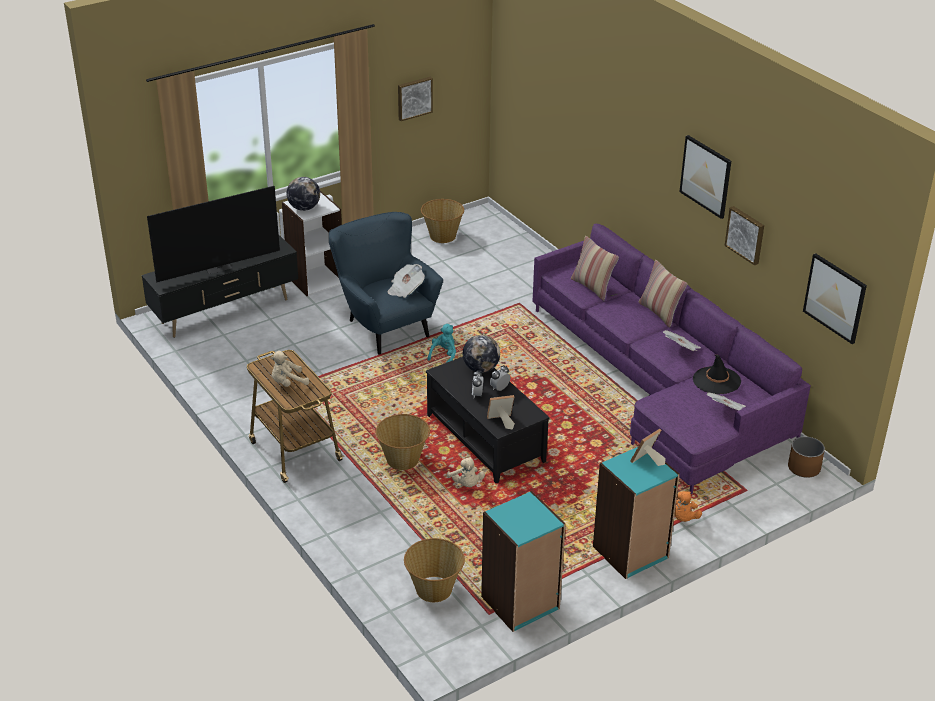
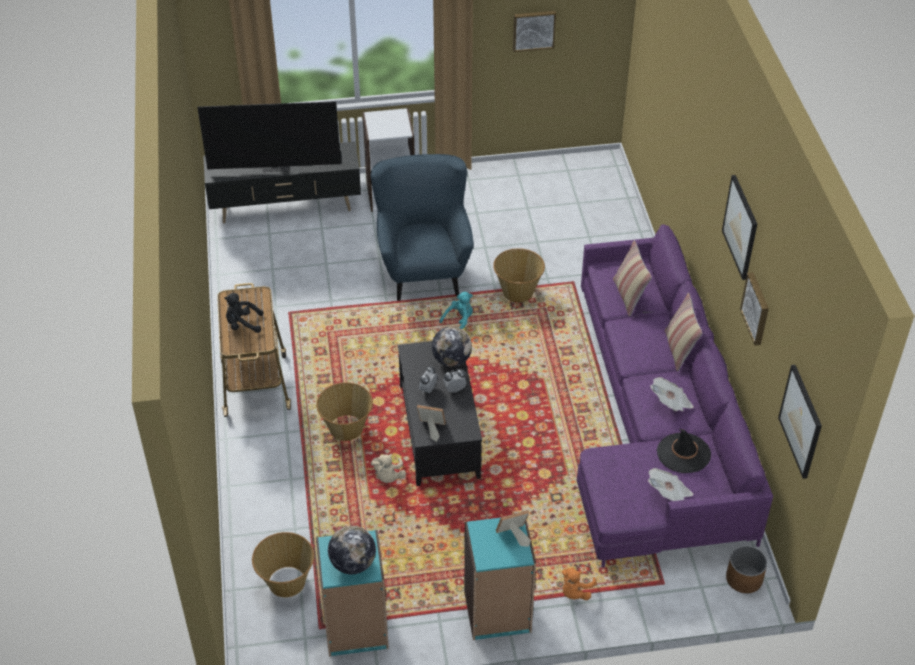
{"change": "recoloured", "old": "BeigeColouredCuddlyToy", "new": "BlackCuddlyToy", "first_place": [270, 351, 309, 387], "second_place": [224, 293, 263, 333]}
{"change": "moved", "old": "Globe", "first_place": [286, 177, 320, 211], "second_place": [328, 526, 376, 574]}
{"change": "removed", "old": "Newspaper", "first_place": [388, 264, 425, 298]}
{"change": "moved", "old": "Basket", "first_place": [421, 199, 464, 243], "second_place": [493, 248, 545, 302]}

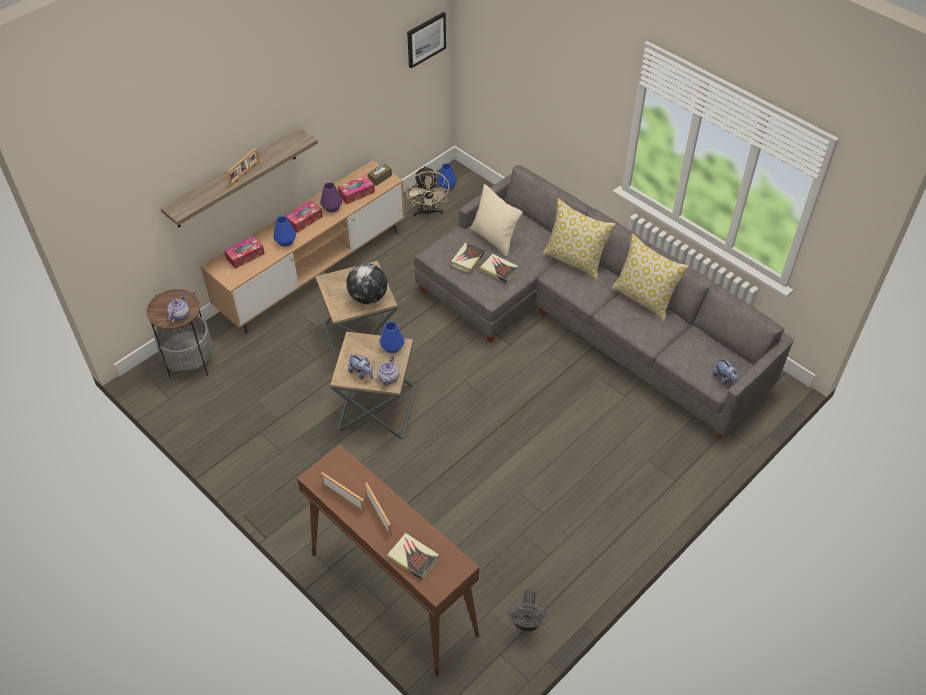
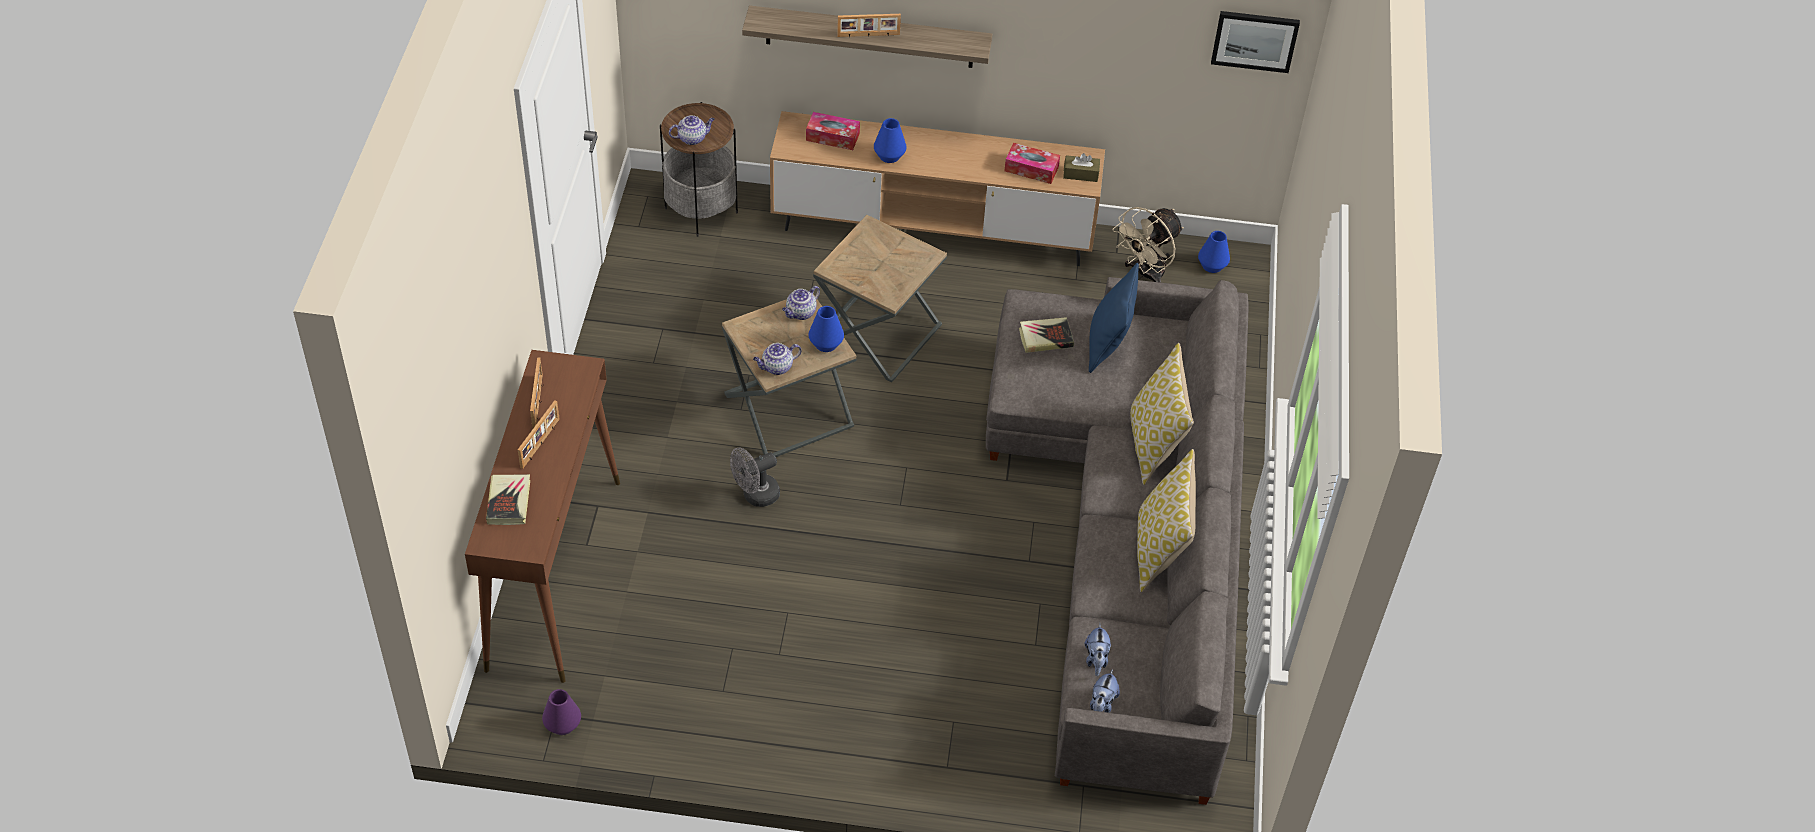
{"change": "removed", "old": "BoxOfTissues", "first_place": [285, 200, 323, 233]}
{"change": "moved", "old": "PurpleDecorativeVase", "first_place": [320, 182, 342, 212], "second_place": [542, 689, 581, 735]}
{"change": "removed", "old": "Globe", "first_place": [346, 263, 387, 304]}
{"change": "moved", "old": "CuddlyToy", "first_place": [348, 354, 373, 380], "second_place": [1084, 623, 1111, 676]}
{"change": "recoloured", "old": "BeigeColouredThrowPillow", "new": "BlueColouredThrowPillow", "first_place": [471, 184, 523, 257], "second_place": [1089, 263, 1139, 373]}
{"change": "removed", "old": "BoundBook", "first_place": [480, 254, 519, 283]}
{"change": "moved", "old": "GrayCoolingFan", "first_place": [509, 589, 547, 631], "second_place": [730, 447, 780, 507]}
{"change": "added", "new": "PotForTea", "second_place": [782, 286, 820, 320]}

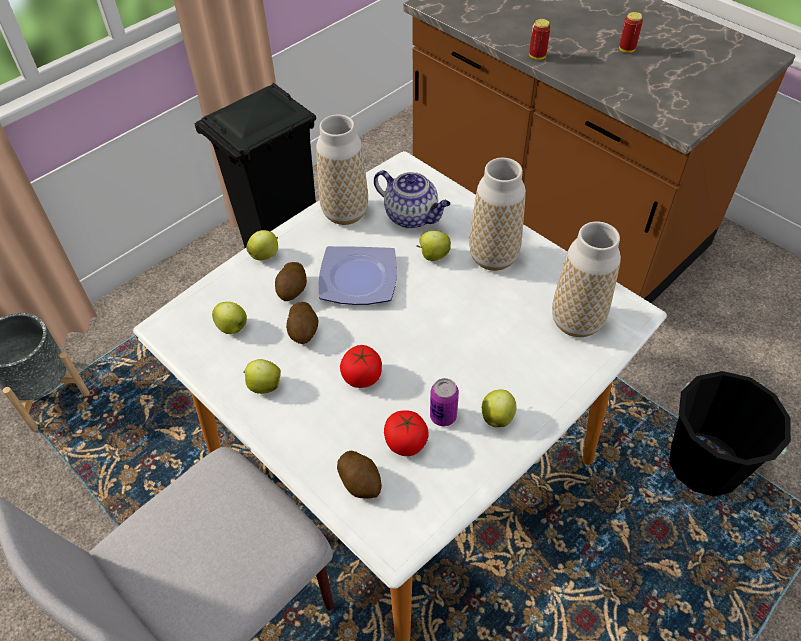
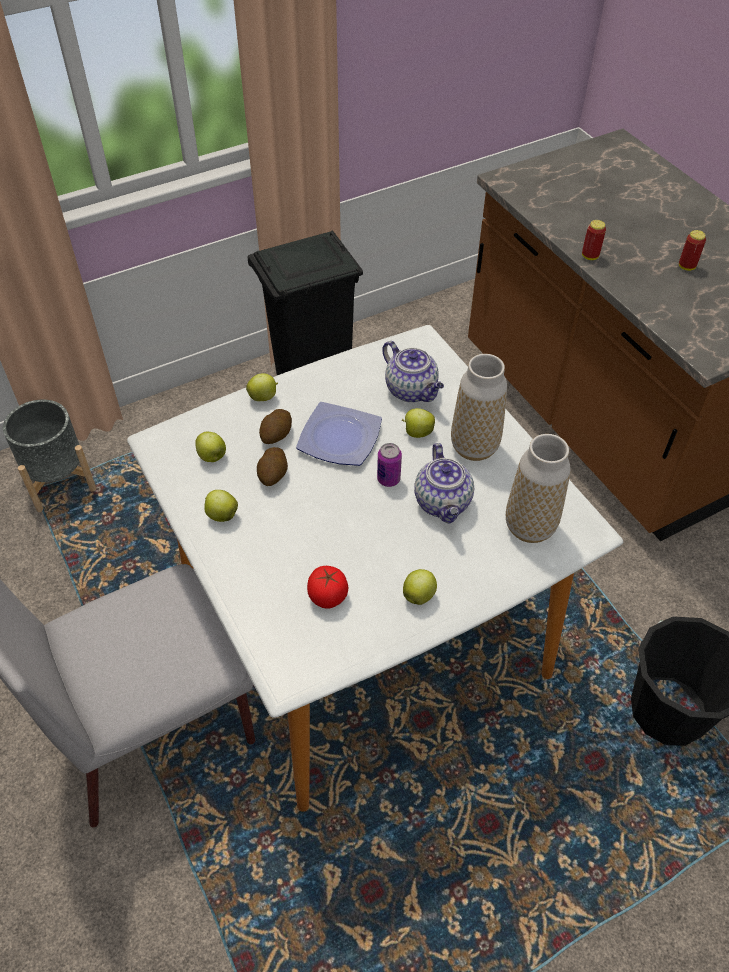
{"change": "removed", "old": "DecorativeVase", "first_place": [316, 114, 368, 225]}
{"change": "removed", "old": "Spud", "first_place": [337, 451, 382, 499]}
{"change": "removed", "old": "WholeTomato", "first_place": [340, 345, 382, 388]}
{"change": "moved", "old": "Can", "first_place": [430, 378, 459, 426], "second_place": [377, 443, 402, 487]}
{"change": "added", "new": "PotForTea", "second_place": [414, 443, 474, 523]}

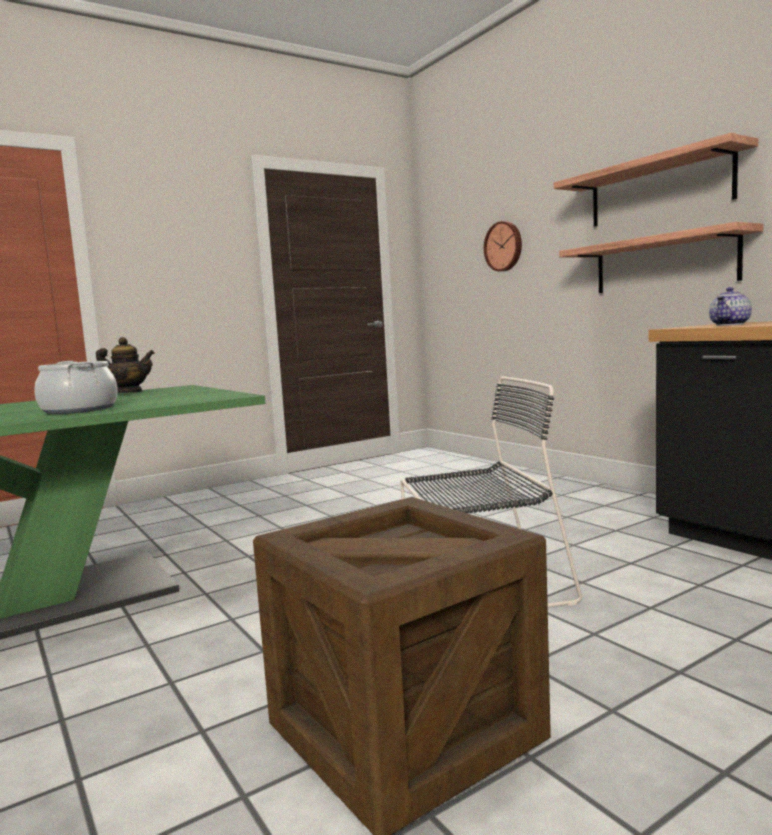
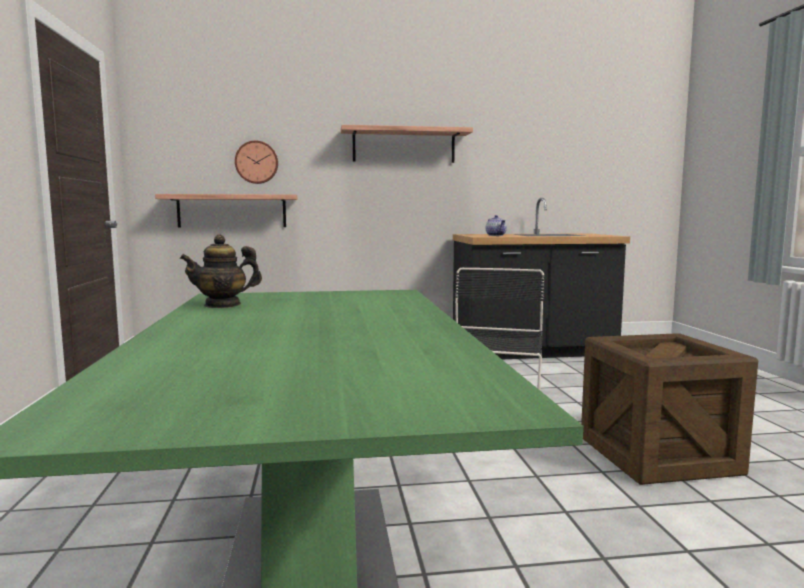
{"change": "removed", "old": "CookingPot", "first_place": [34, 361, 118, 414]}
{"change": "turned", "old": "PotForTea", "first_place": [96, 337, 155, 393], "second_place": [180, 234, 262, 308], "degrees": -135}
{"change": "moved", "old": "Shelf", "first_place": [559, 222, 763, 293], "second_place": [155, 194, 297, 228]}

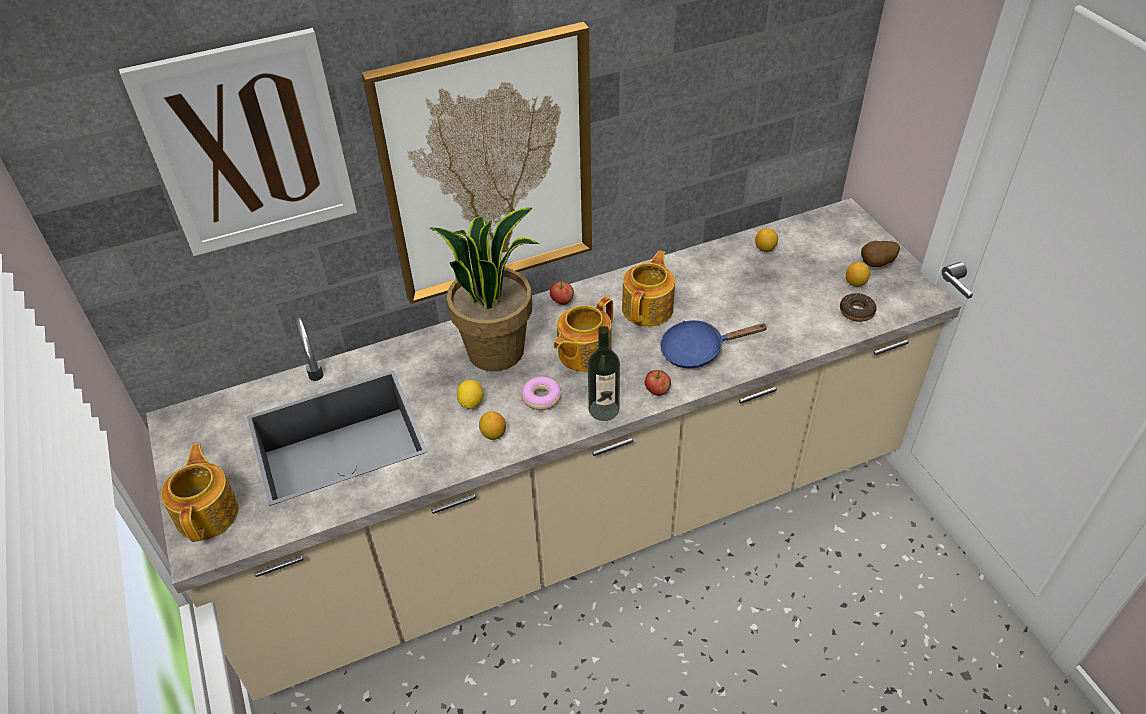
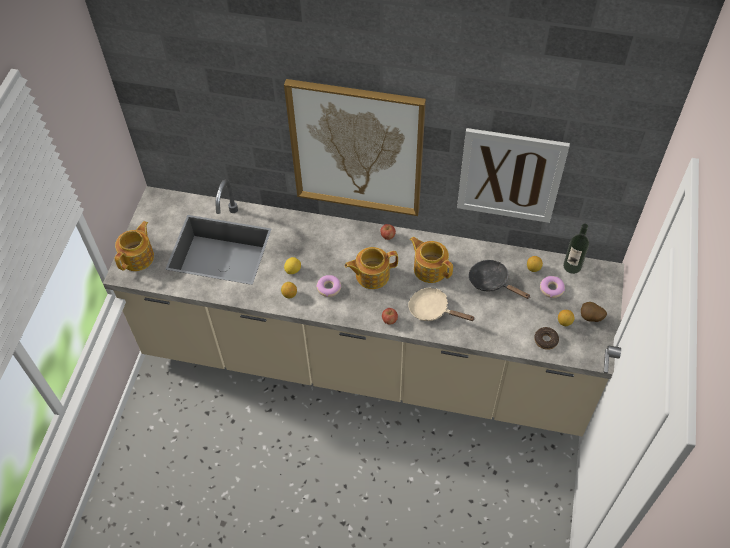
{"change": "moved", "old": "WallArt", "first_place": [119, 28, 357, 256], "second_place": [457, 128, 570, 223]}
{"change": "removed", "old": "PlantInAPot", "first_place": [429, 208, 539, 371]}
{"change": "moved", "old": "BeverageBottle", "first_place": [588, 326, 620, 421], "second_place": [563, 224, 589, 274]}
{"change": "turned", "old": "PotForTea", "first_place": [622, 250, 675, 327], "second_place": [410, 237, 453, 283], "degrees": -105}
{"change": "recoloured", "old": "BlueColouredFryingPan", "new": "BeigeColouredFryingPan", "first_place": [660, 320, 767, 368], "second_place": [408, 288, 474, 321]}
{"change": "added", "new": "BlackFryingPan", "second_place": [469, 260, 530, 299]}
{"change": "added", "new": "Doughnut", "second_place": [540, 276, 565, 298]}

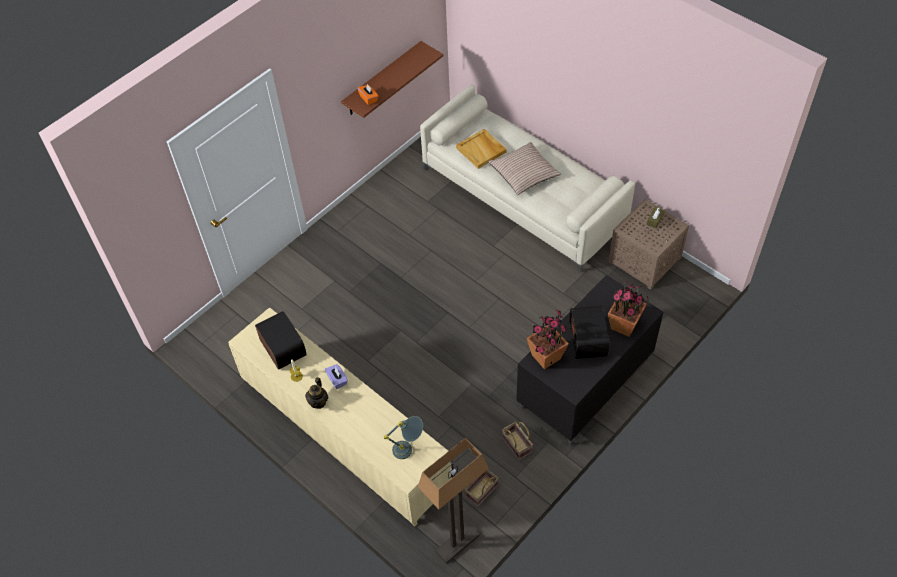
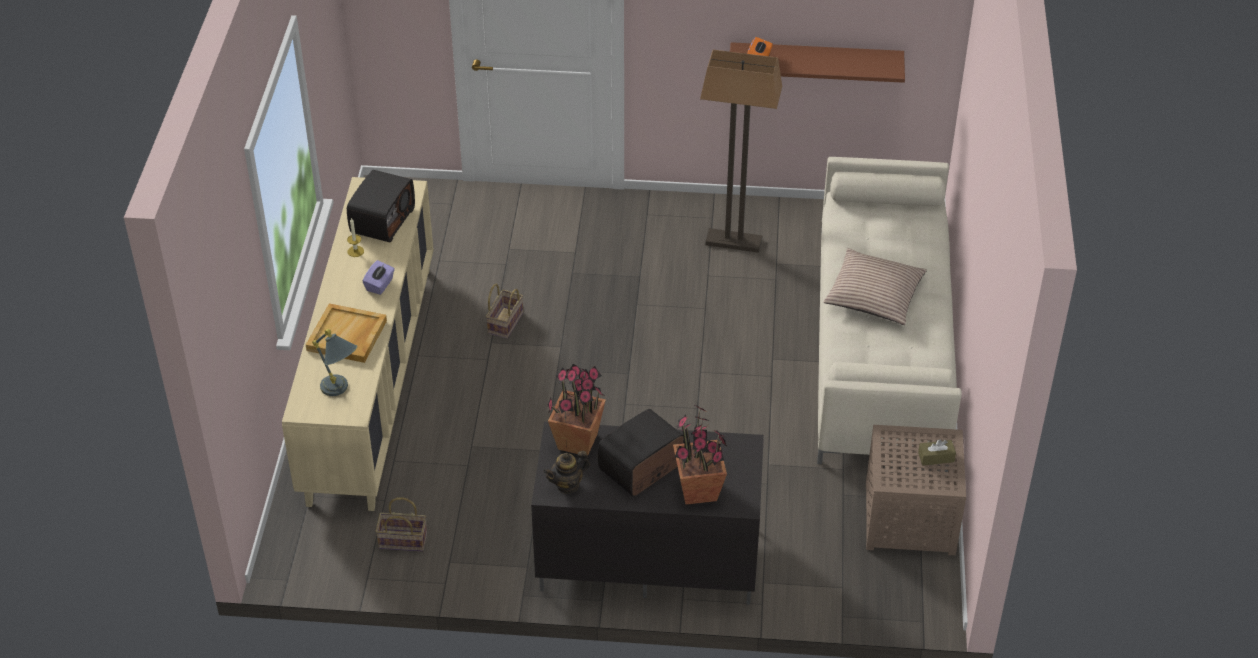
{"change": "moved", "old": "PotForTea", "first_place": [305, 377, 328, 409], "second_place": [543, 451, 590, 494]}
{"change": "moved", "old": "FloorLamp", "first_place": [418, 438, 489, 564], "second_place": [700, 50, 782, 253]}
{"change": "moved", "old": "BeigeColouredCarryingTray", "first_place": [456, 129, 506, 169], "second_place": [306, 303, 387, 363]}
{"change": "moved", "old": "Basket", "first_place": [502, 422, 533, 460], "second_place": [486, 284, 523, 339]}

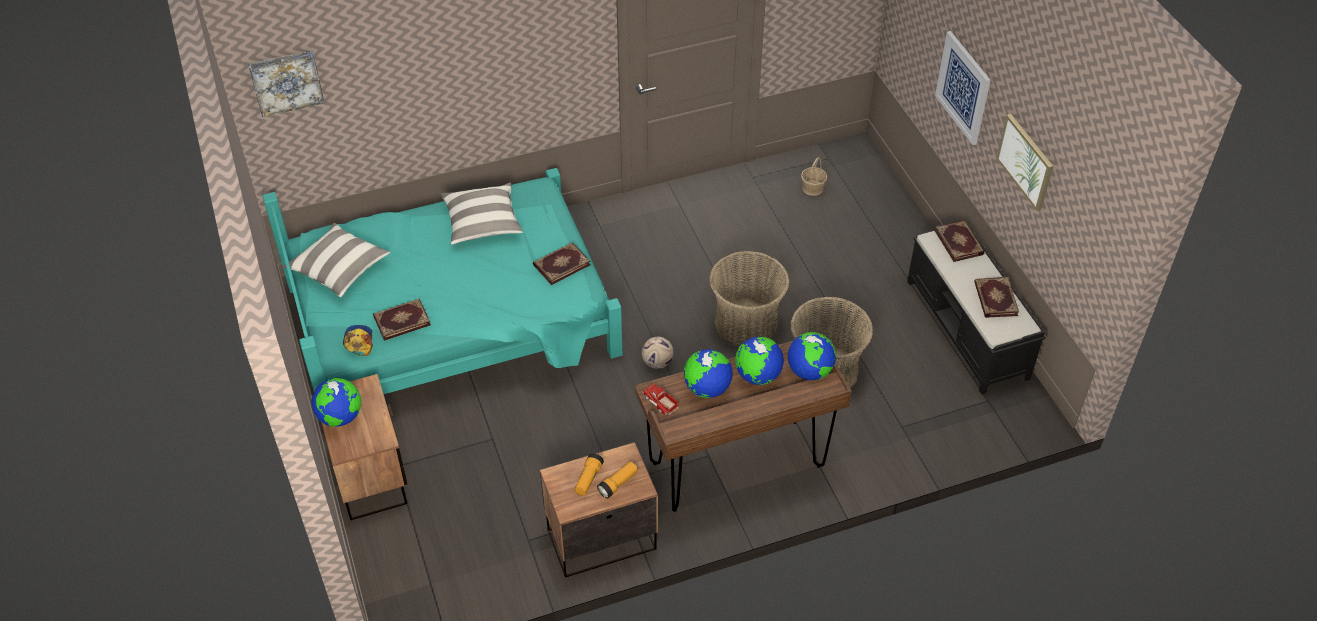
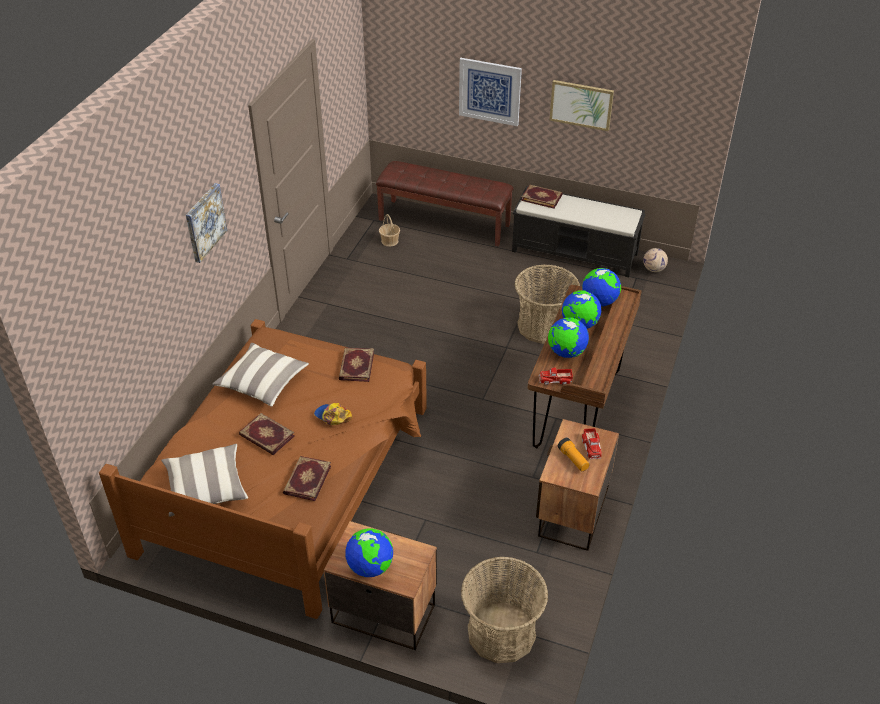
{"change": "moved", "old": "WallArt", "first_place": [248, 50, 325, 117], "second_place": [186, 183, 227, 263]}
{"change": "recoloured", "old": "TurquoiseBedroomBed", "new": "BrownishBedroomBed", "first_place": [262, 168, 623, 394], "second_place": [99, 319, 427, 619]}
{"change": "moved", "old": "PeakedCap", "first_place": [343, 325, 373, 356], "second_place": [314, 403, 352, 425]}
{"change": "replaced", "old": "Torch", "new": "ToyTruck", "first_place": [597, 461, 638, 499], "second_place": [582, 428, 602, 459]}
{"change": "moved", "old": "FootballBall", "first_place": [642, 337, 674, 369], "second_place": [643, 248, 668, 272]}
{"change": "moved", "old": "Basket", "first_place": [709, 251, 789, 347], "second_place": [461, 556, 548, 663]}
{"change": "moved", "old": "BoundBook", "first_place": [974, 277, 1019, 318], "second_place": [239, 413, 295, 455]}
{"change": "added", "new": "BrownishLongSeat", "second_place": [376, 161, 513, 247]}

